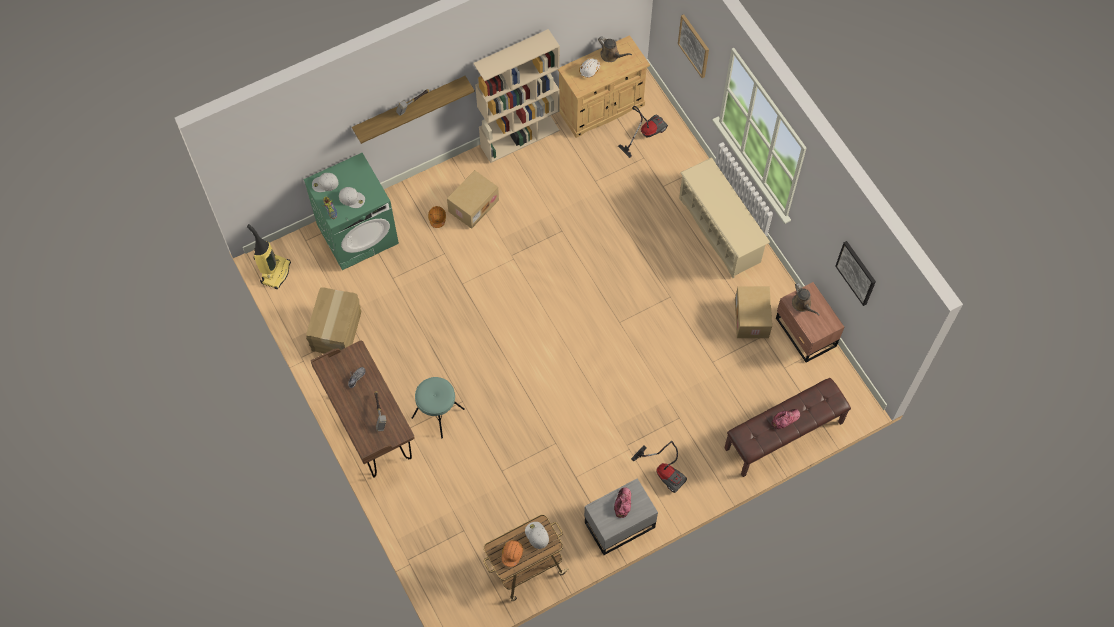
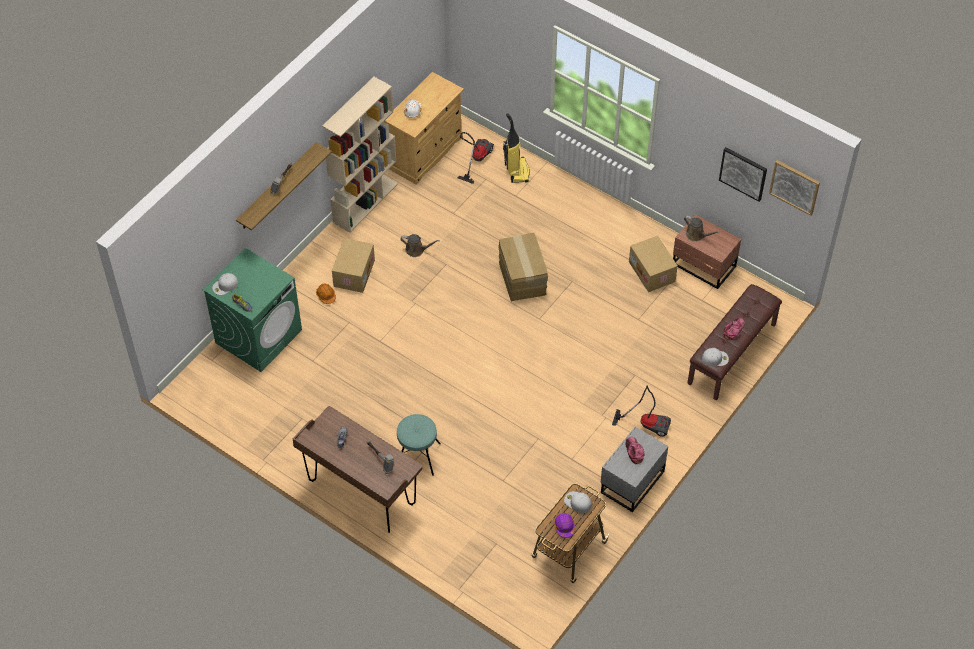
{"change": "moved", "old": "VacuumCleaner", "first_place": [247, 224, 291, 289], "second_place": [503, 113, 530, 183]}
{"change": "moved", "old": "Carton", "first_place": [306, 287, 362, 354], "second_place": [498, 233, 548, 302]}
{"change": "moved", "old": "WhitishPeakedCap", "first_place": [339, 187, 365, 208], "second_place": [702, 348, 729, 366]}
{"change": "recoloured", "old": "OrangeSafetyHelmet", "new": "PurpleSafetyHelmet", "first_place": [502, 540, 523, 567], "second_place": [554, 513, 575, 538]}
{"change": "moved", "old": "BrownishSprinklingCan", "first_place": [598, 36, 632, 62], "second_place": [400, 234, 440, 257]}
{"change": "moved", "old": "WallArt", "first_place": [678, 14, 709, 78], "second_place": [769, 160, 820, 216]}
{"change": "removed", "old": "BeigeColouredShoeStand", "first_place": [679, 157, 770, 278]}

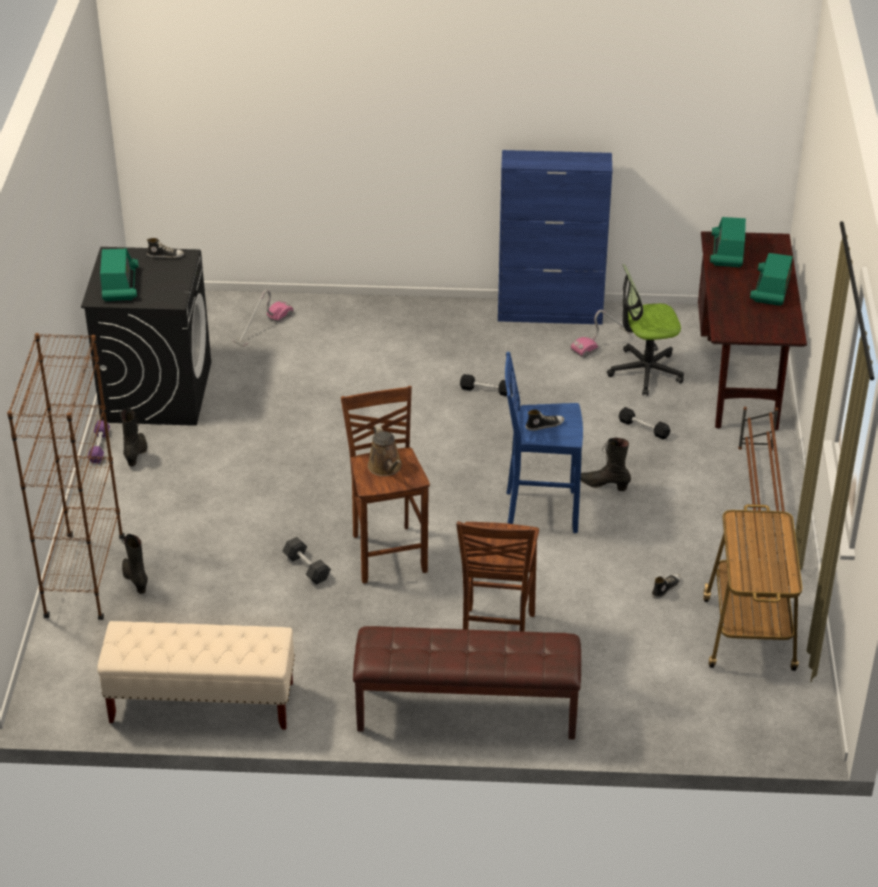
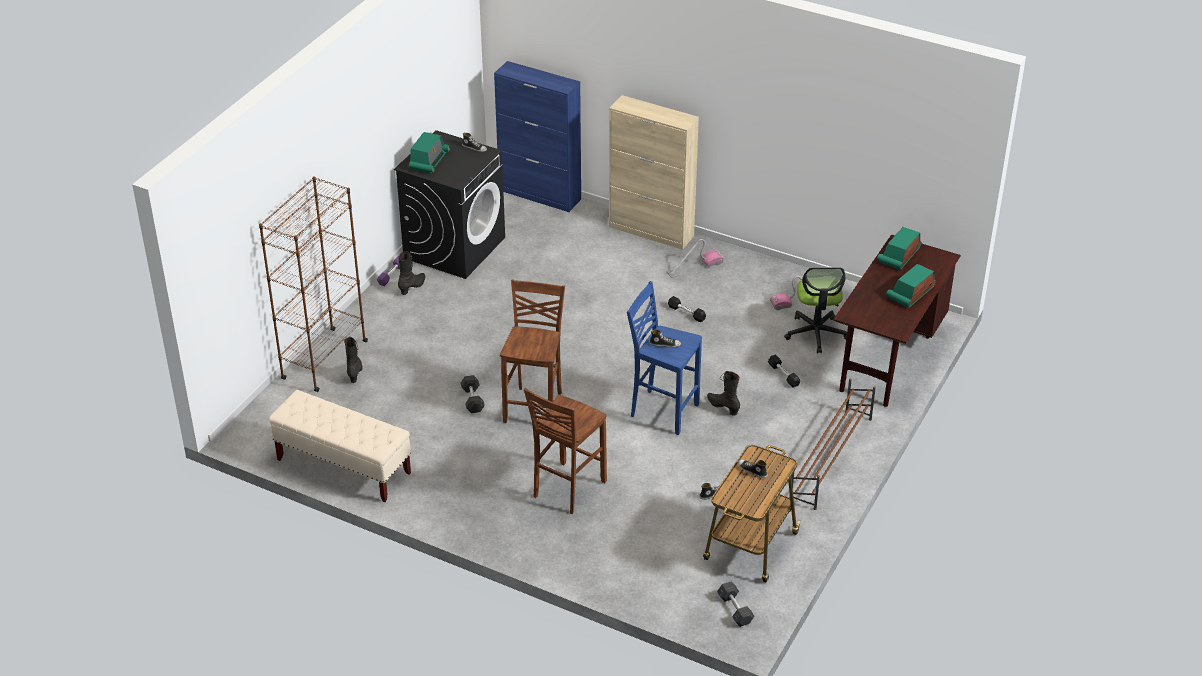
{"change": "moved", "old": "VacuumCleaner", "first_place": [233, 290, 293, 347], "second_place": [666, 239, 724, 278]}
{"change": "removed", "old": "BrownishLongSeat", "first_place": [353, 626, 581, 740]}
{"change": "removed", "old": "BrownishSprinklingCan", "first_place": [368, 425, 402, 476]}
{"change": "moved", "old": "BlueColouredCabinet", "first_place": [498, 150, 612, 325], "second_place": [494, 61, 581, 212]}
{"change": "turned", "old": "DeskChair", "first_place": [607, 264, 684, 396], "second_place": [784, 267, 847, 353], "degrees": -105}
{"change": "added", "new": "BeigeColouredCabinet", "second_place": [609, 95, 699, 250]}
{"change": "added", "new": "GrayFreeWeight", "second_place": [717, 581, 754, 627]}
{"change": "added", "new": "LowShoe", "second_place": [738, 459, 767, 478]}

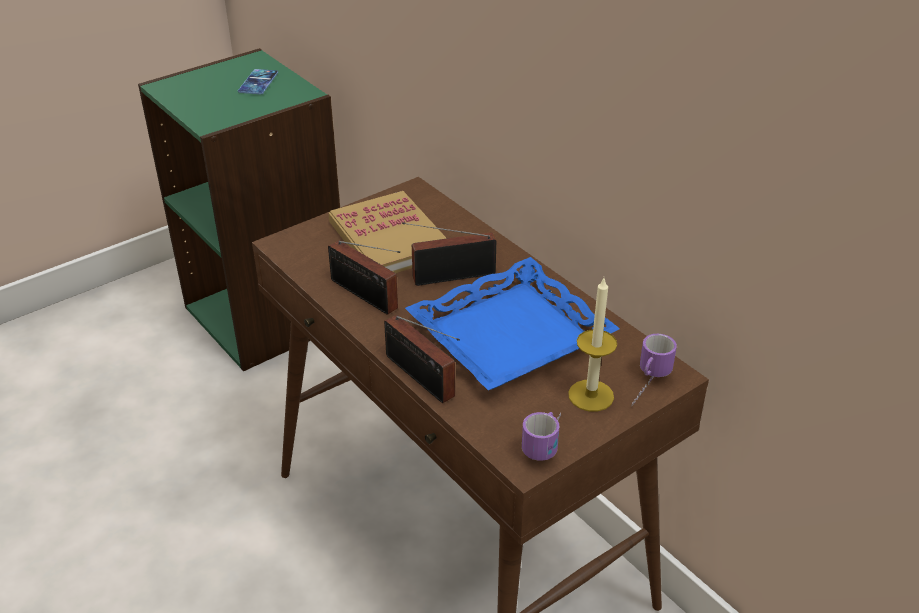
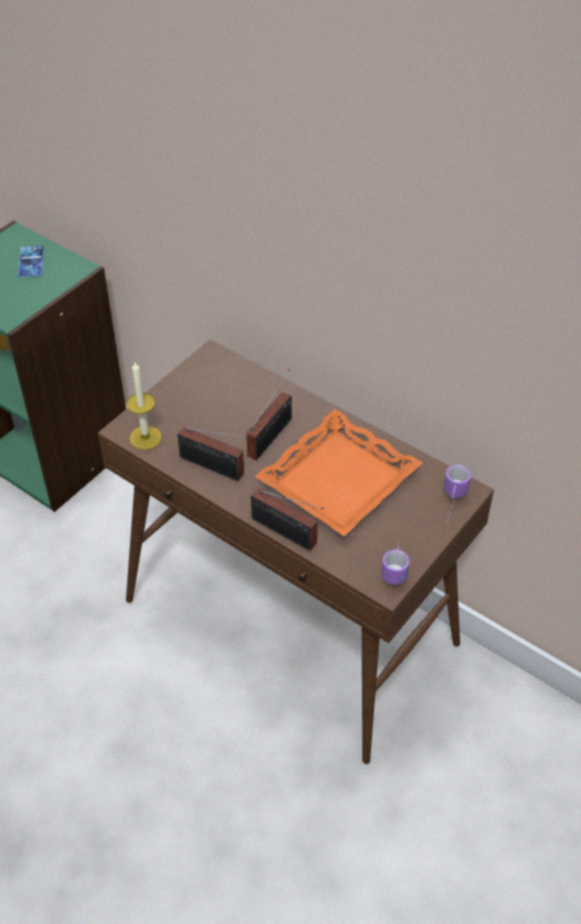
{"change": "removed", "old": "BoundBook", "first_place": [328, 191, 447, 273]}
{"change": "turned", "old": "Radio", "first_place": [402, 222, 496, 286], "second_place": [246, 369, 292, 460], "degrees": 150}
{"change": "recoloured", "old": "BlueColouredCarryingTray", "new": "OrangeCarryingTray", "first_place": [405, 257, 620, 390], "second_place": [255, 409, 423, 536]}
{"change": "moved", "old": "WaxCandle", "first_place": [568, 278, 617, 412], "second_place": [126, 362, 162, 450]}

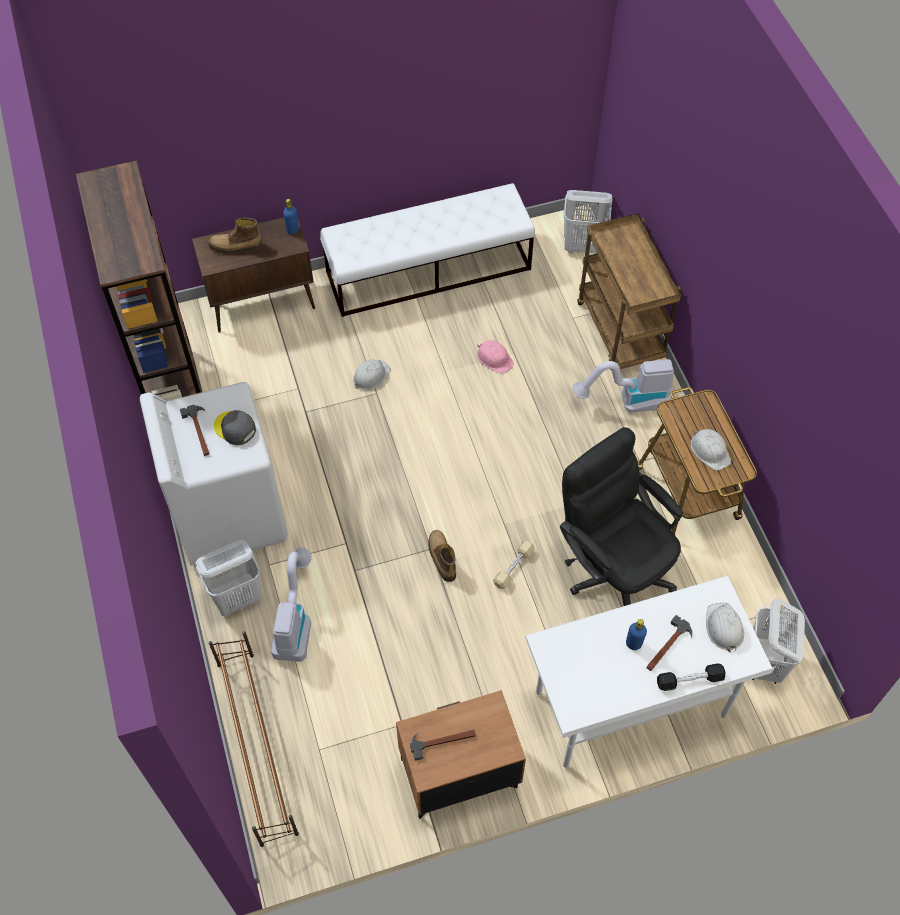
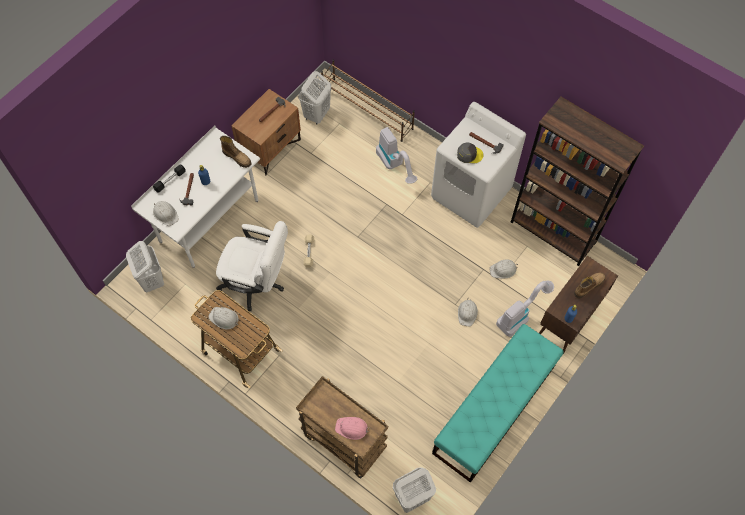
{"change": "moved", "old": "WhitishLaundryBasket", "first_place": [196, 540, 262, 616], "second_place": [299, 71, 331, 124]}
{"change": "recoloured", "old": "WhitishLongSeat", "new": "TurquoiseLongSeat", "first_place": [320, 183, 535, 317], "second_place": [432, 324, 563, 483]}
{"change": "moved", "old": "TallBoot", "first_place": [428, 530, 456, 582], "second_place": [220, 136, 251, 168]}
{"change": "moved", "old": "PinkishSafetyHelmet", "first_place": [477, 340, 514, 374], "second_place": [335, 417, 370, 440]}
{"change": "recoloured", "old": "BlackDeskChair", "new": "WhitishDeskChair", "first_place": [560, 427, 683, 606], "second_place": [216, 221, 288, 311]}
{"change": "moved", "old": "VacuumCleaner", "first_place": [572, 359, 674, 412], "second_place": [496, 281, 554, 337]}
{"change": "added", "new": "WhitishSafetyHelmet", "second_place": [489, 259, 518, 279]}

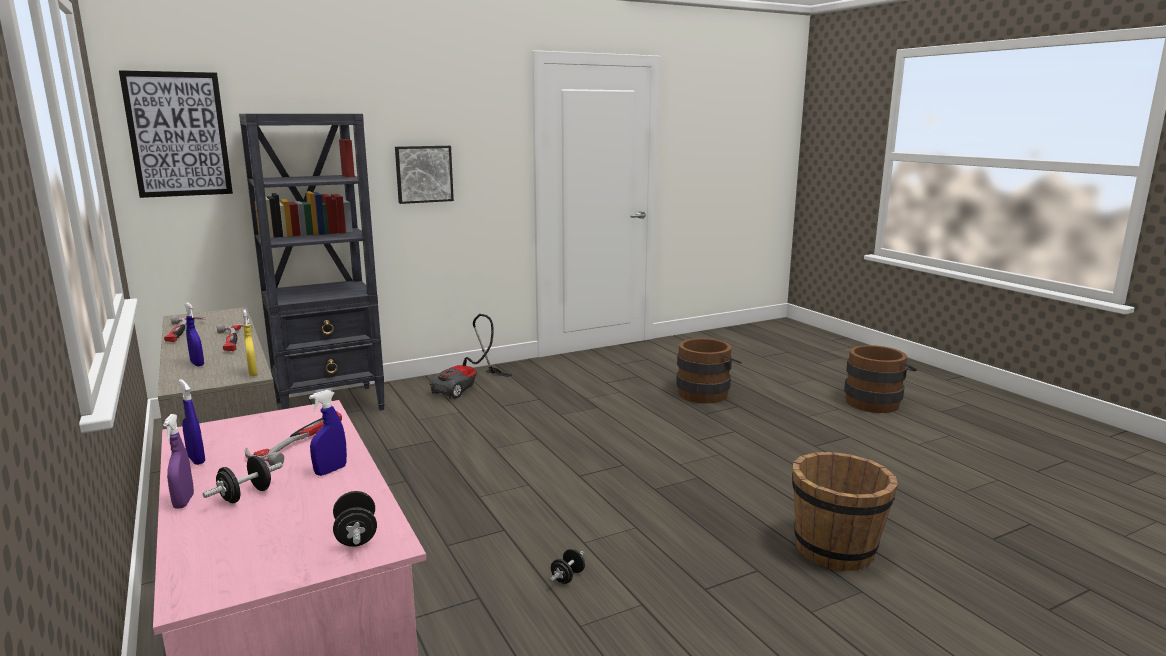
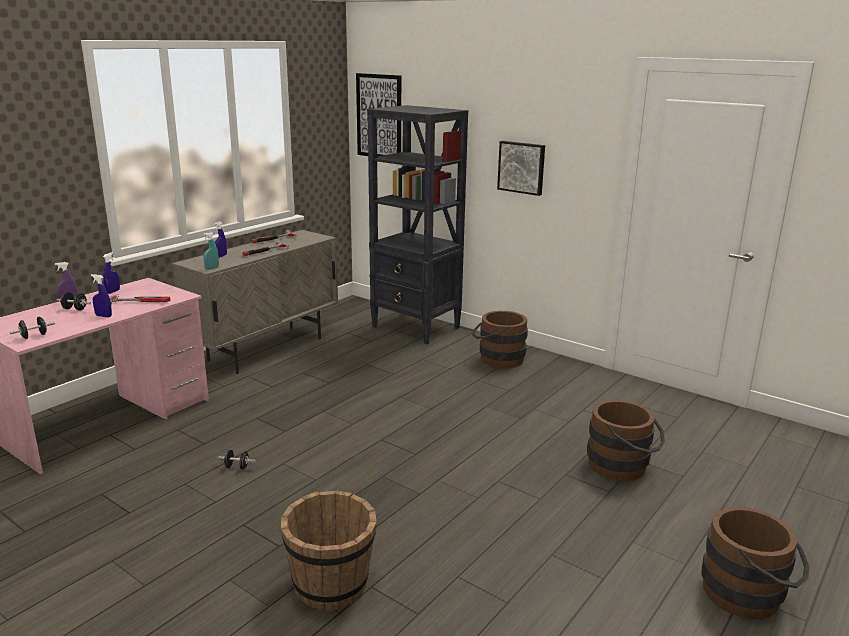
{"change": "recoloured", "old": "YellowColouredHandSprayer", "new": "TurquoiseHandSprayer", "first_place": [243, 310, 258, 376], "second_place": [203, 232, 219, 270]}
{"change": "replaced", "old": "VacuumCleaner", "new": "BrownishPail", "first_place": [429, 314, 512, 399], "second_place": [472, 311, 528, 368]}

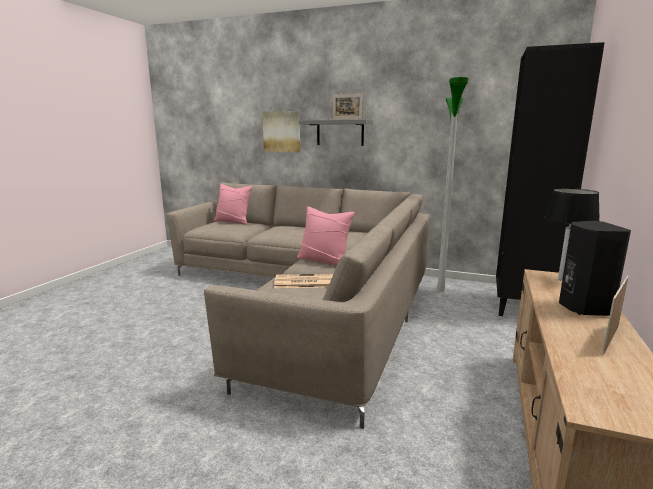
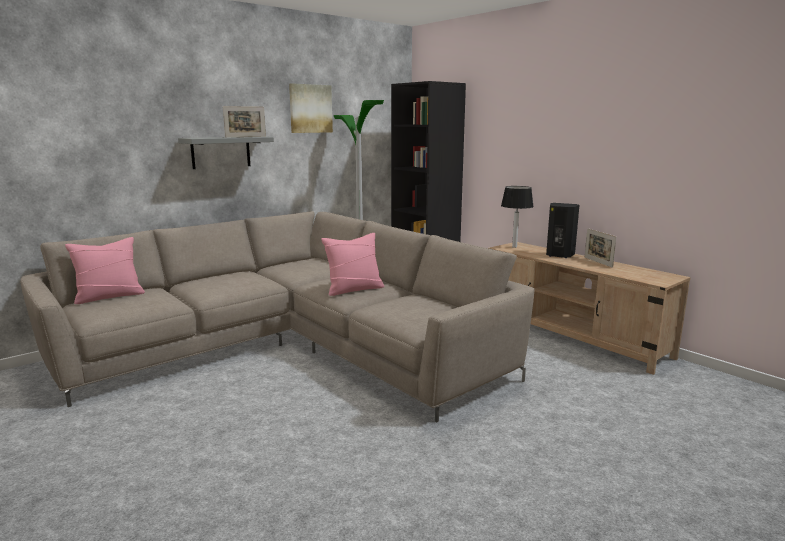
{"change": "moved", "old": "WallArt", "first_place": [262, 111, 300, 152], "second_place": [289, 83, 333, 133]}
{"change": "removed", "old": "Newspaper", "first_place": [274, 274, 333, 288]}

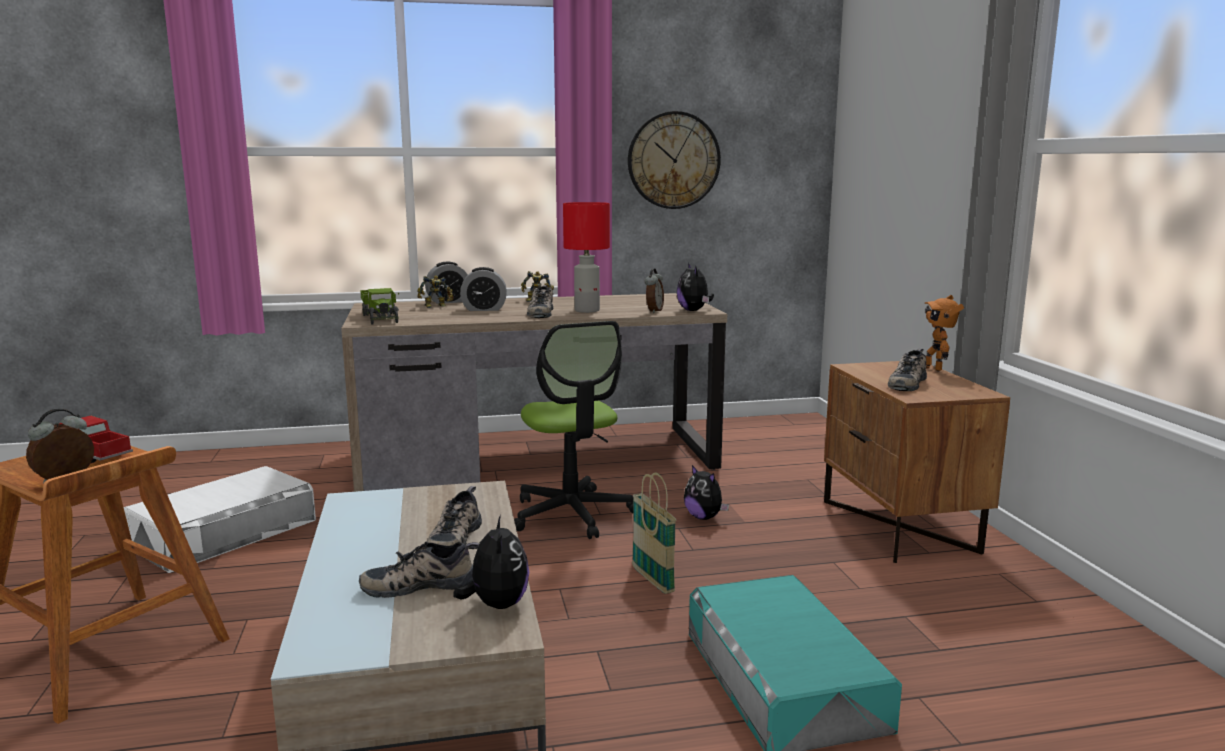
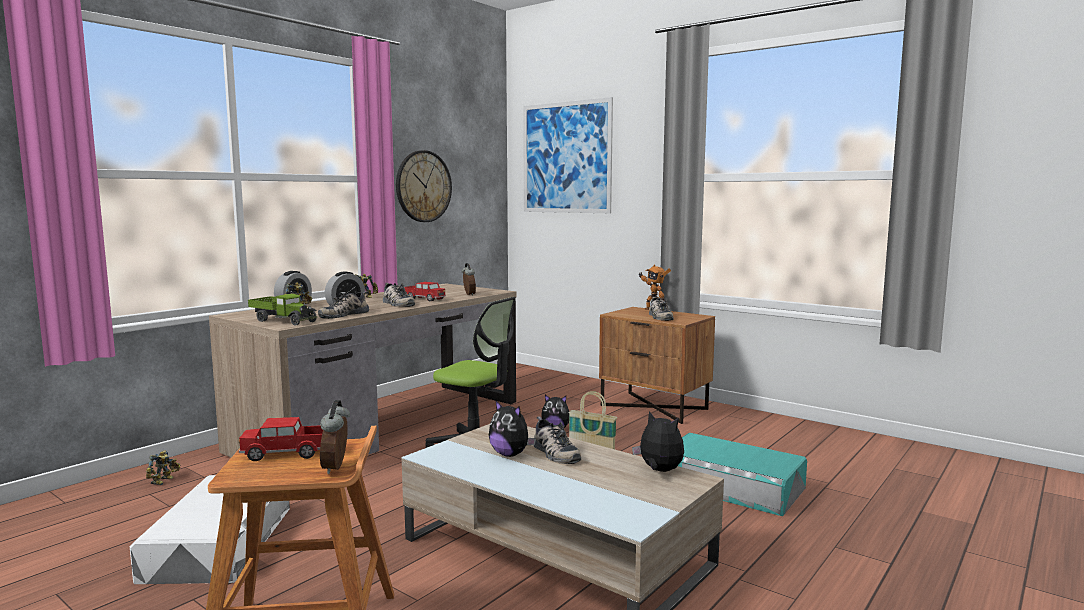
{"change": "moved", "old": "LowShoe", "first_place": [359, 542, 479, 598], "second_place": [318, 291, 369, 319]}
{"change": "replaced", "old": "RedTabletopLamp", "new": "ToyTruck", "first_place": [563, 202, 610, 313], "second_place": [404, 282, 446, 301]}
{"change": "moved", "old": "CuddlyToy", "first_place": [677, 263, 714, 311], "second_place": [489, 401, 536, 457]}
{"change": "added", "new": "ModelRobot", "second_place": [146, 450, 180, 485]}
{"change": "added", "new": "WallArt", "second_place": [523, 97, 613, 213]}

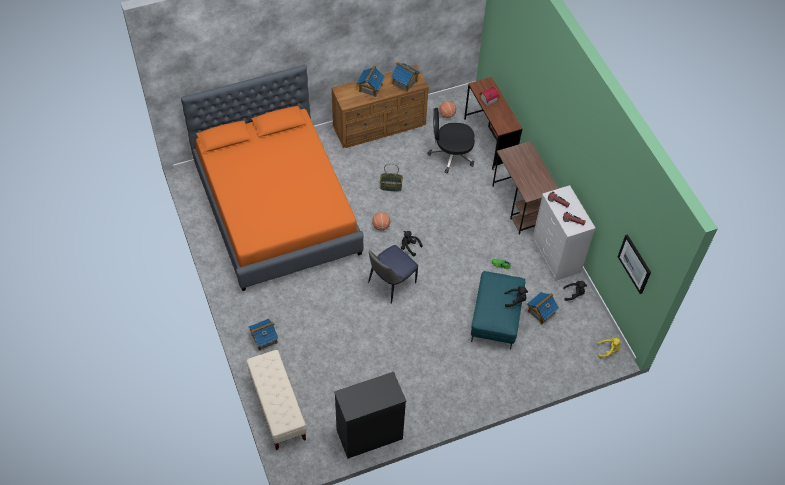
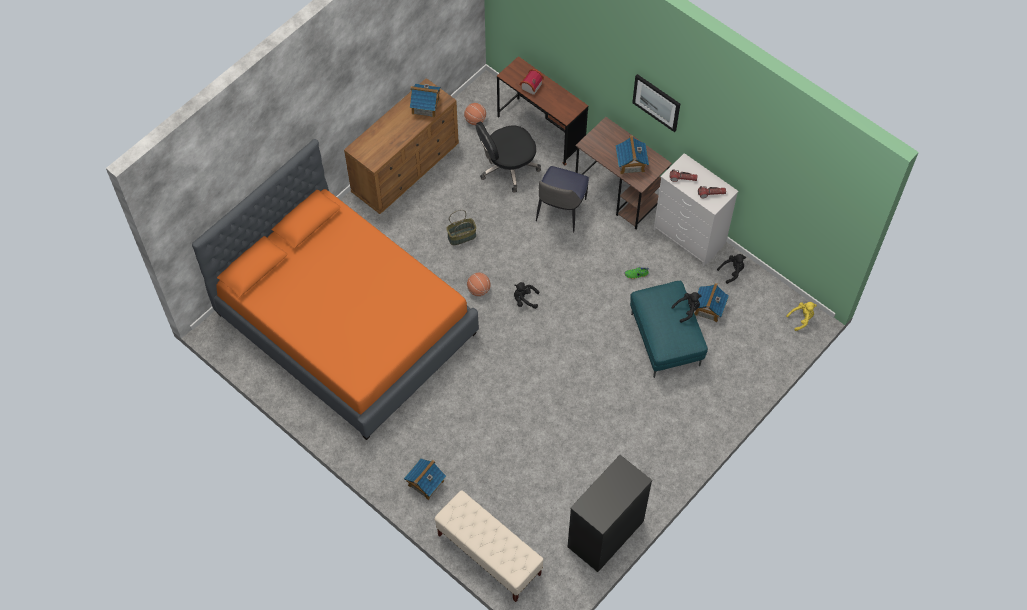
{"change": "moved", "old": "ModelHouse", "first_place": [356, 65, 385, 97], "second_place": [615, 135, 649, 174]}
{"change": "moved", "old": "Chair", "first_place": [368, 245, 418, 304], "second_place": [536, 166, 589, 233]}
{"change": "moved", "old": "WallArt", "first_place": [618, 234, 651, 294], "second_place": [632, 74, 680, 132]}

